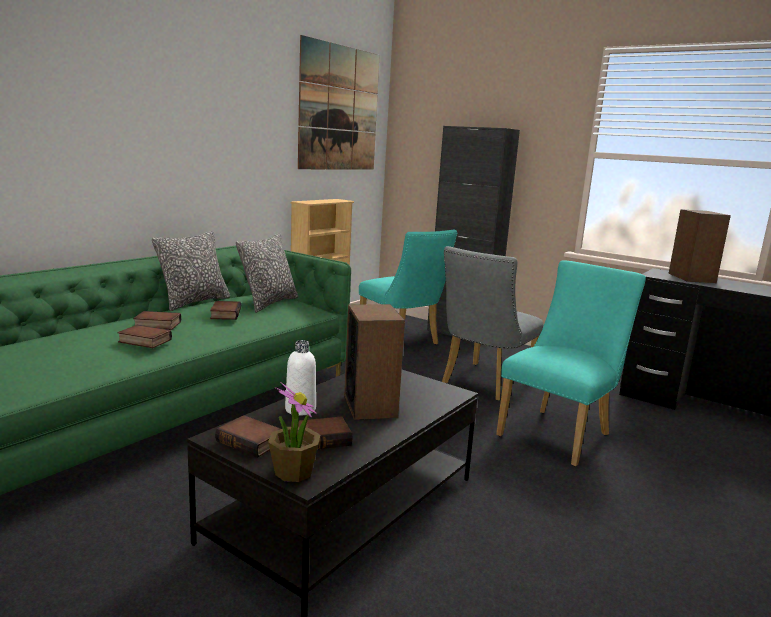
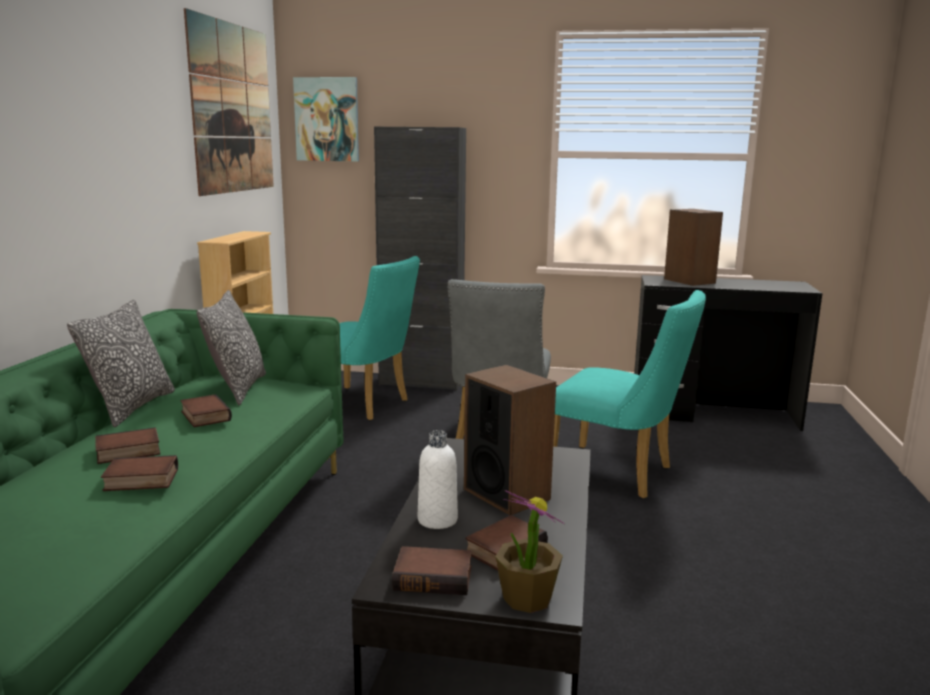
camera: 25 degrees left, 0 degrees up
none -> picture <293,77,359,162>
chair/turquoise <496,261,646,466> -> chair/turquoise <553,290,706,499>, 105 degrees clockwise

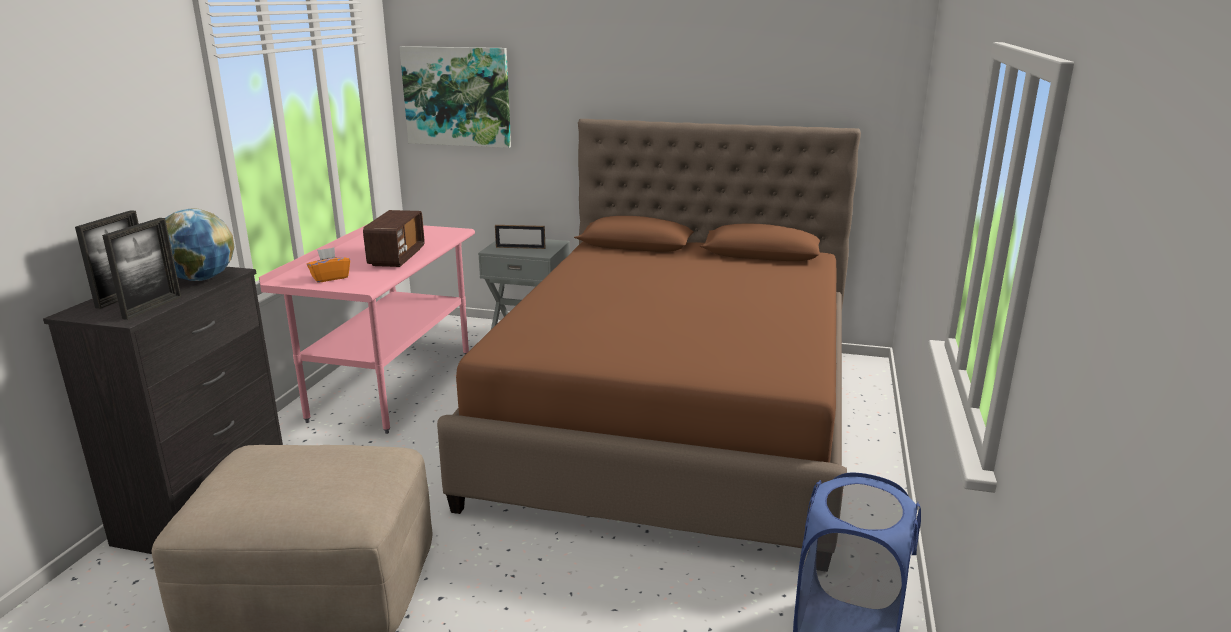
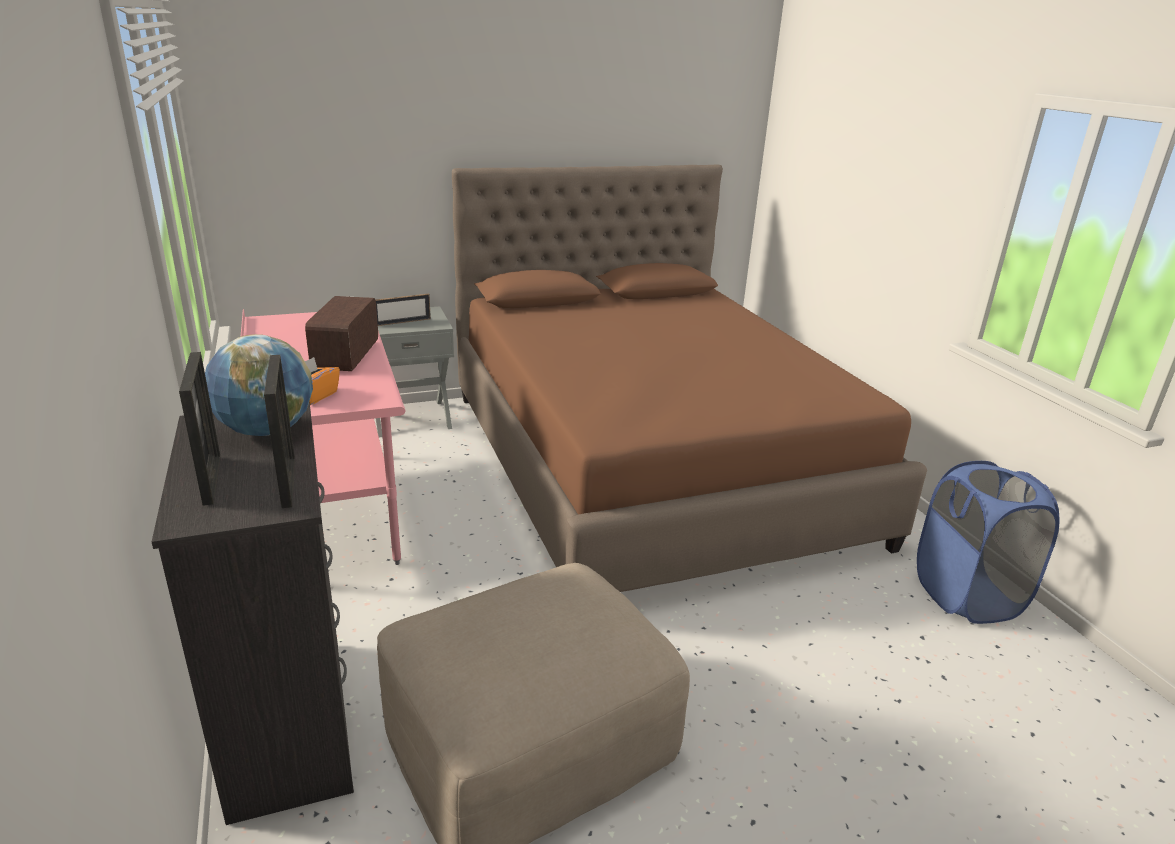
camera: 35 degrees left, 5 degrees up
picture <400,46,511,148> -> none
radio <363,210,425,267> -> radio <305,296,378,371>, 150 degrees counterclockwise

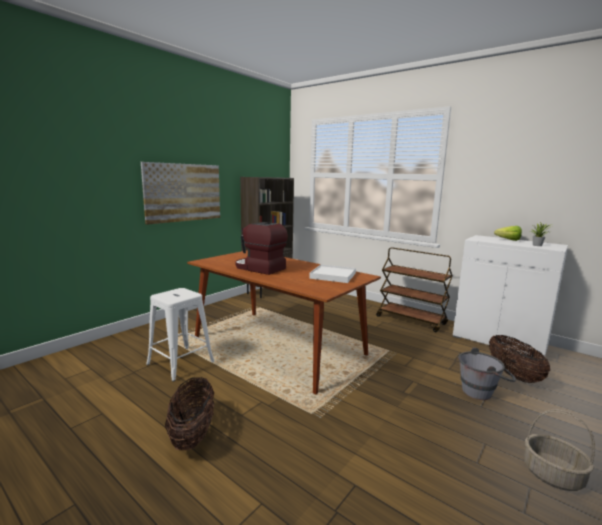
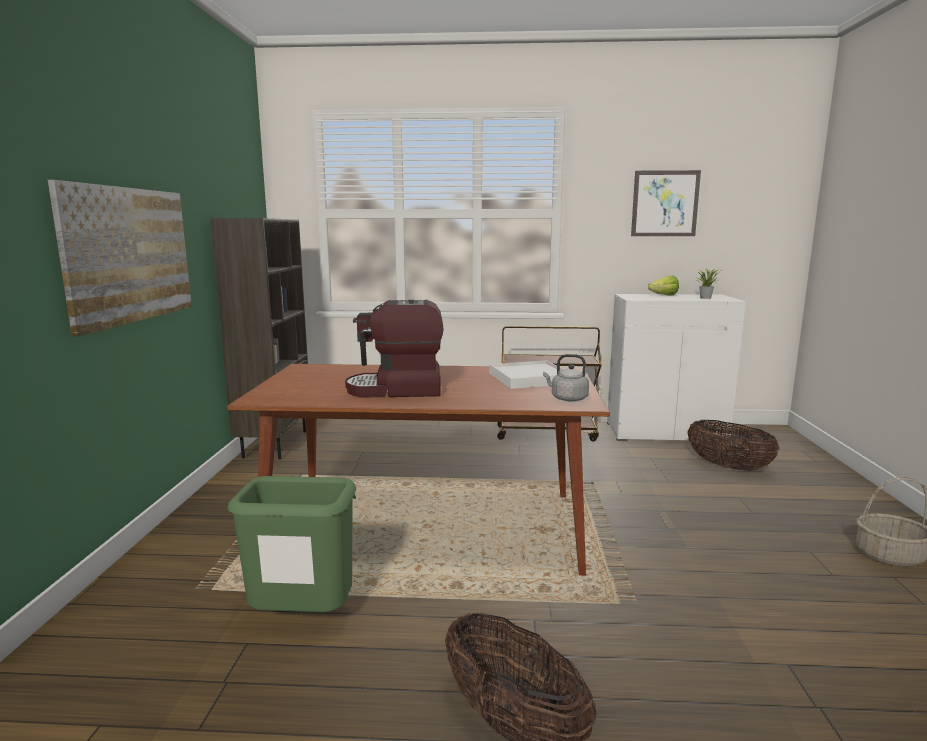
camera: 35 degrees left, 0 degrees up
bucket/grey <458,348,516,400> -> none
none -> kettle/grey <543,354,589,401>
none -> picture <631,170,701,236>
stool/white <146,288,215,382> -> trash can/green <228,476,356,612>

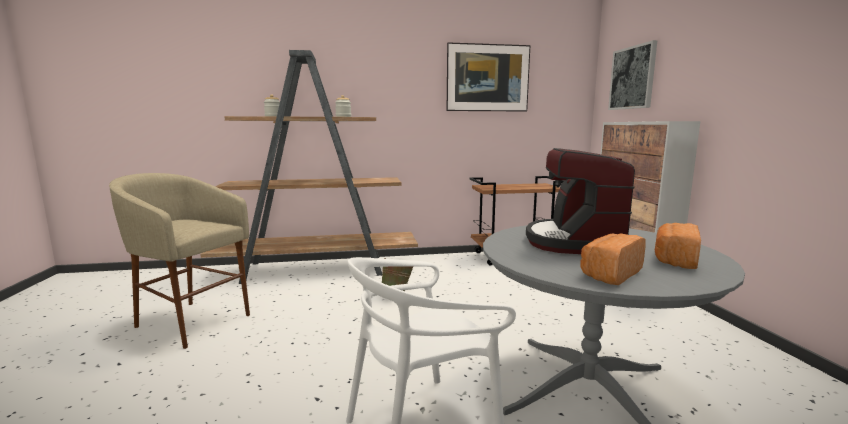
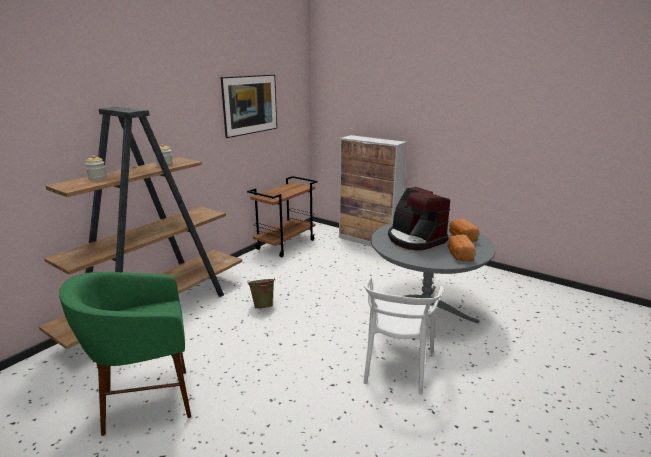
camera: 45 degrees left, 10 degrees up
picture <608,40,657,110> -> none
stool/beige <109,173,250,349> -> stool/green <59,272,191,436>

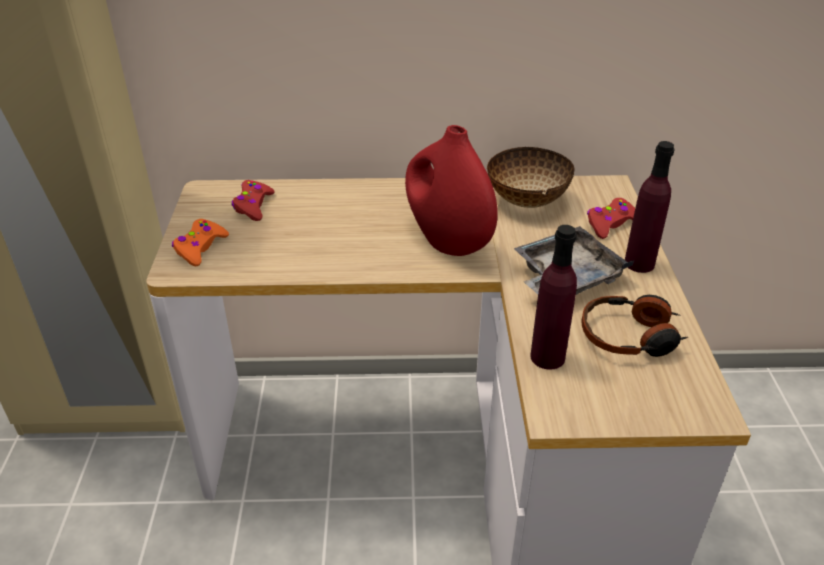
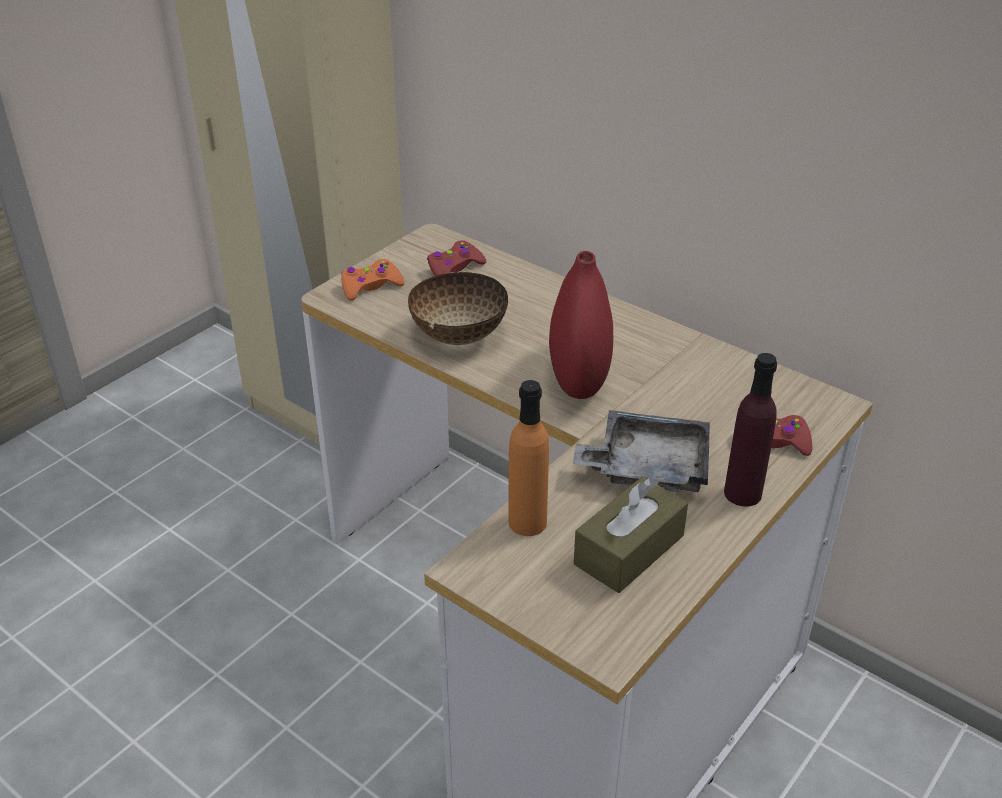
camera: 40 degrees right, 0 degrees up
bowl <487,147,574,208> -> bowl <408,272,508,345>, shifted
headphones <581,295,688,357> -> tissue box/brown <574,477,688,593>
bottle/purple <530,225,577,370> -> bottle/orange <509,380,549,536>

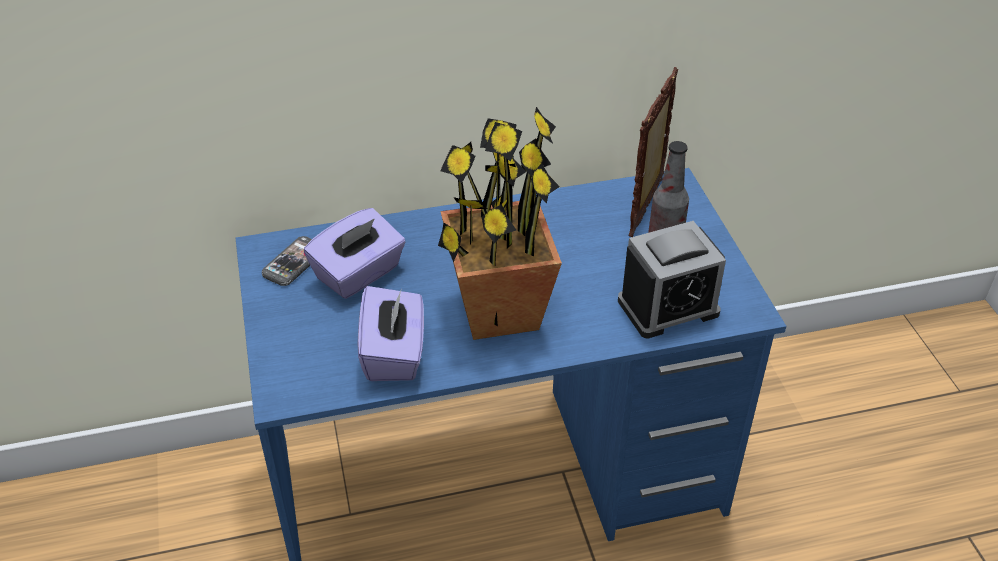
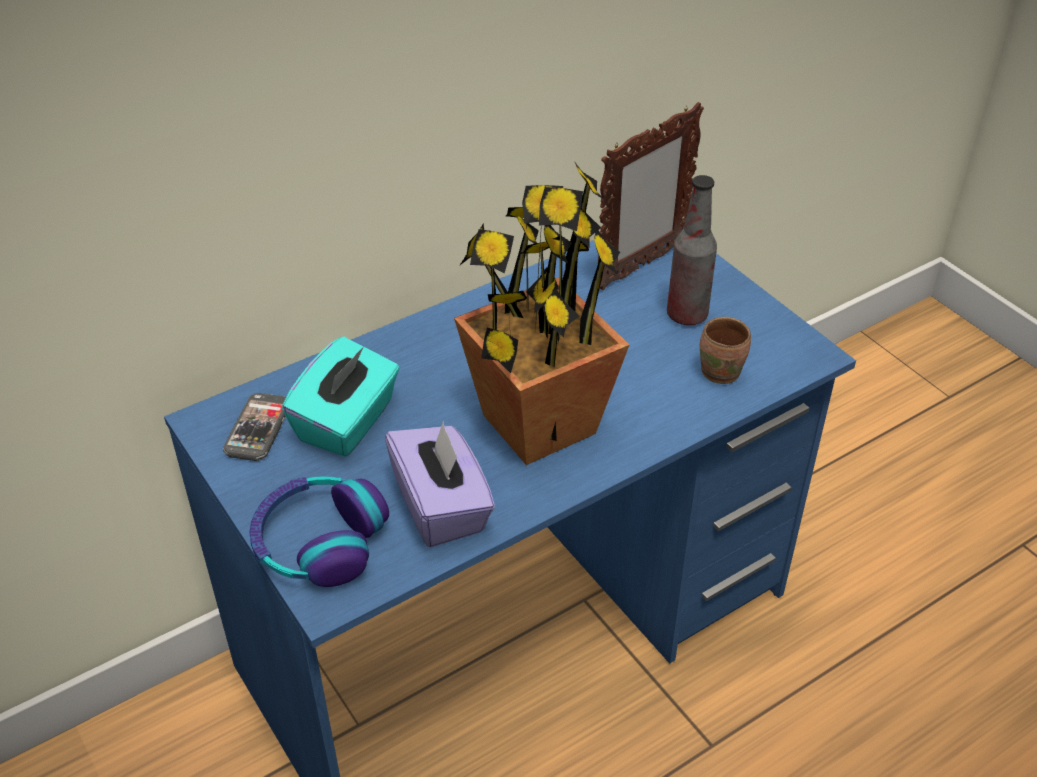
camera: 20 degrees left, 0 degrees up
none -> headphones <249,476,389,587>
alarm clock <618,221,726,339> -> mug/brown <700,317,751,384>
tissue box/purple <304,208,406,299> -> tissue box/turquoise <282,336,399,457>
picture frame <629,67,678,237> -> picture frame <598,102,704,290>, 135 degrees counterclockwise

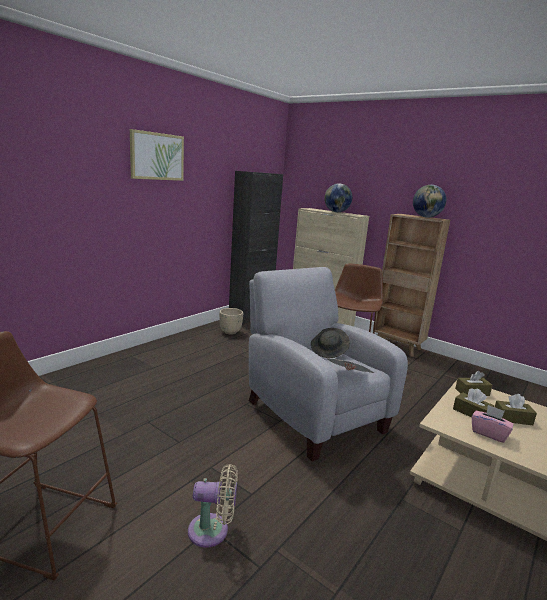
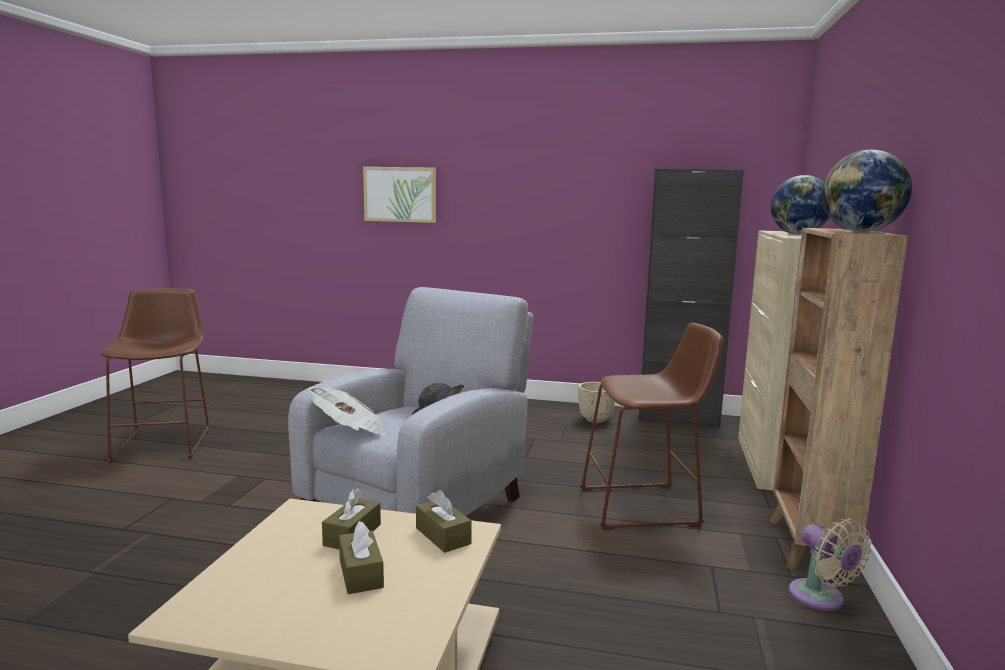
camera: 65 degrees right, 5 degrees down
tissue box/pink <472,405,513,443> -> none
picture <130,129,184,181> -> picture <363,167,436,223>, shifted
fan/beige <188,464,238,548> -> fan/beige <789,519,871,611>, shifted

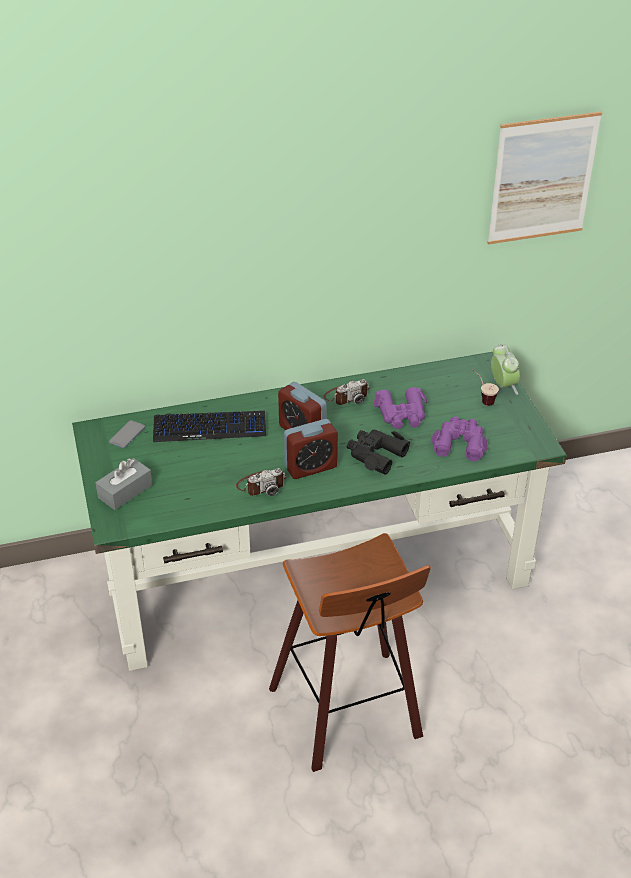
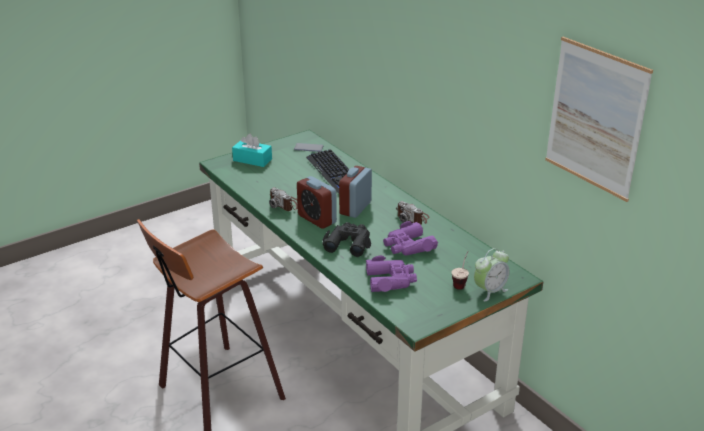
camera: 70 degrees right, 10 degrees down
tissue box/grey <95,458,152,510> -> tissue box/turquoise <232,134,272,167>

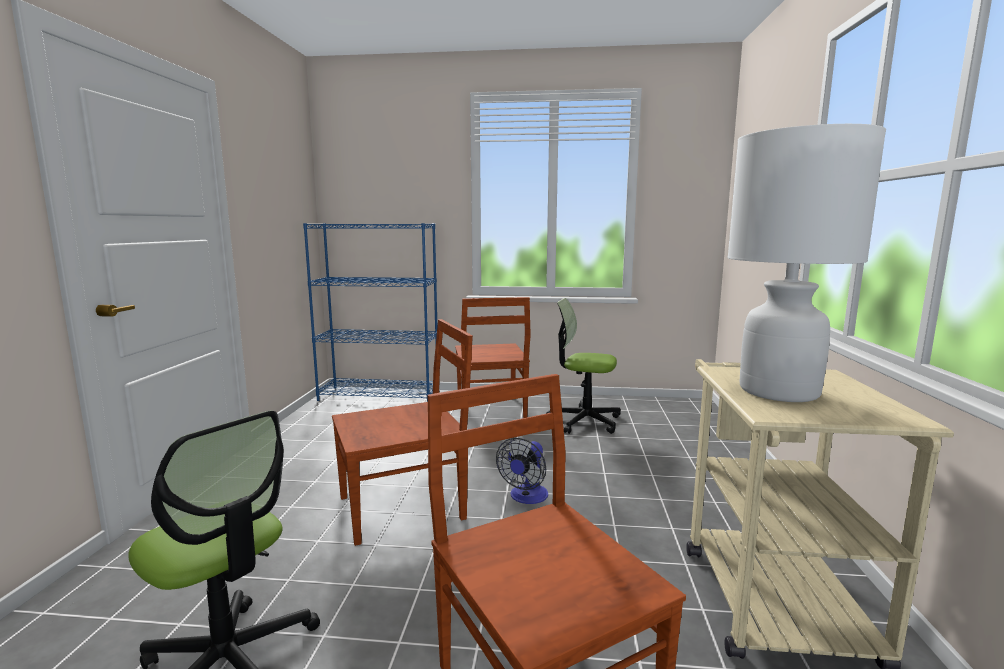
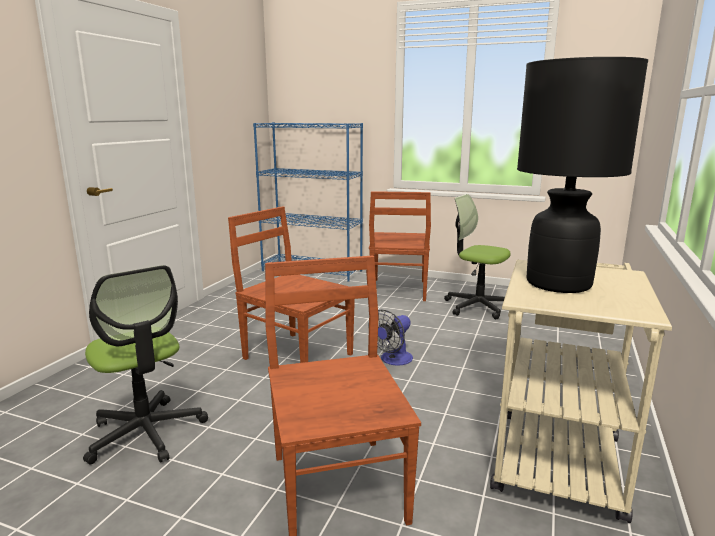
camera: 15 degrees right, 5 degrees up
table lamp/white <727,124,886,402> -> table lamp/black <517,57,648,293>
chair/brown <332,319,473,546> -> chair/brown <228,206,355,363>, 135 degrees counterclockwise

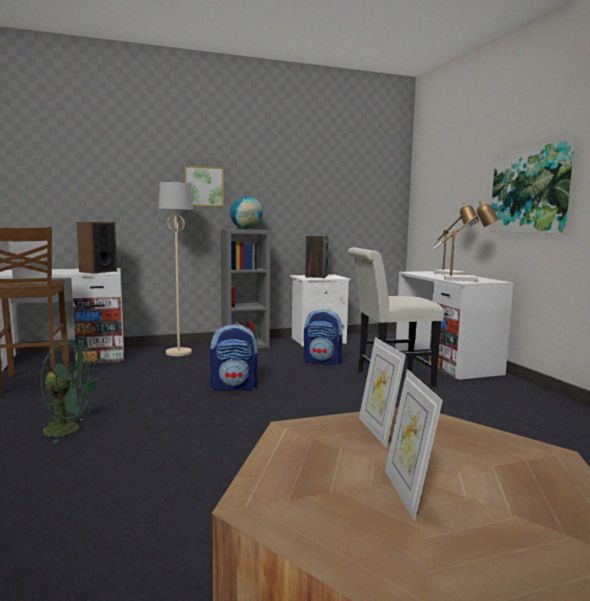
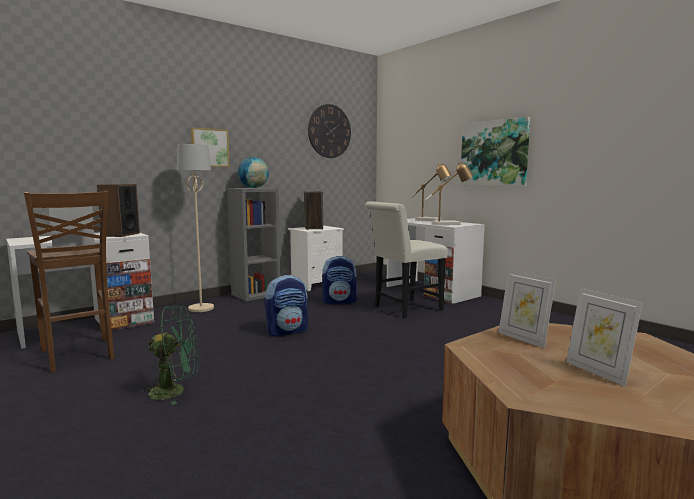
camera: 20 degrees left, 0 degrees up
none -> wall clock <308,104,351,158>

